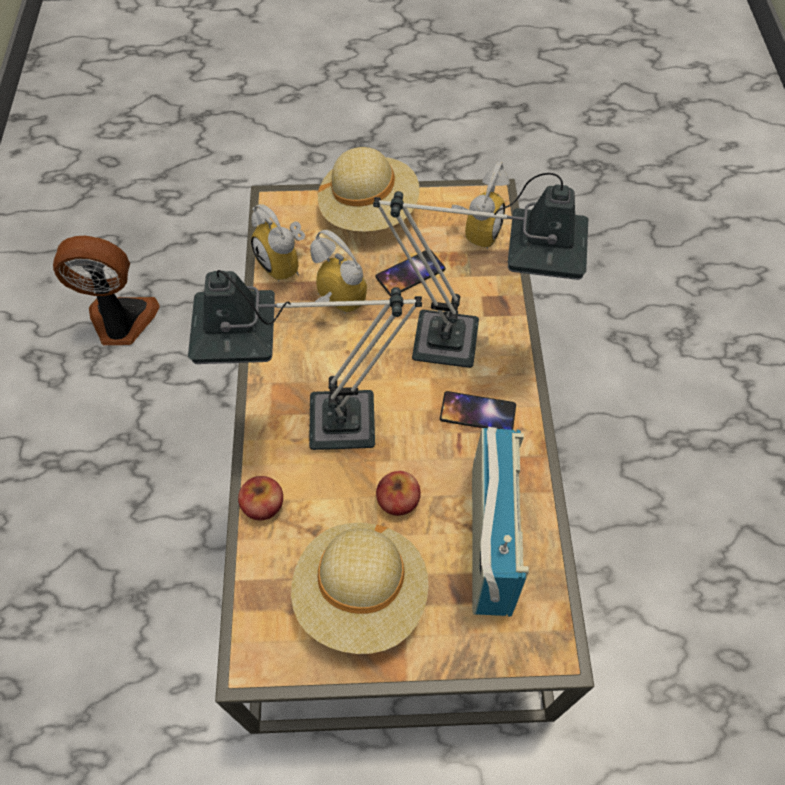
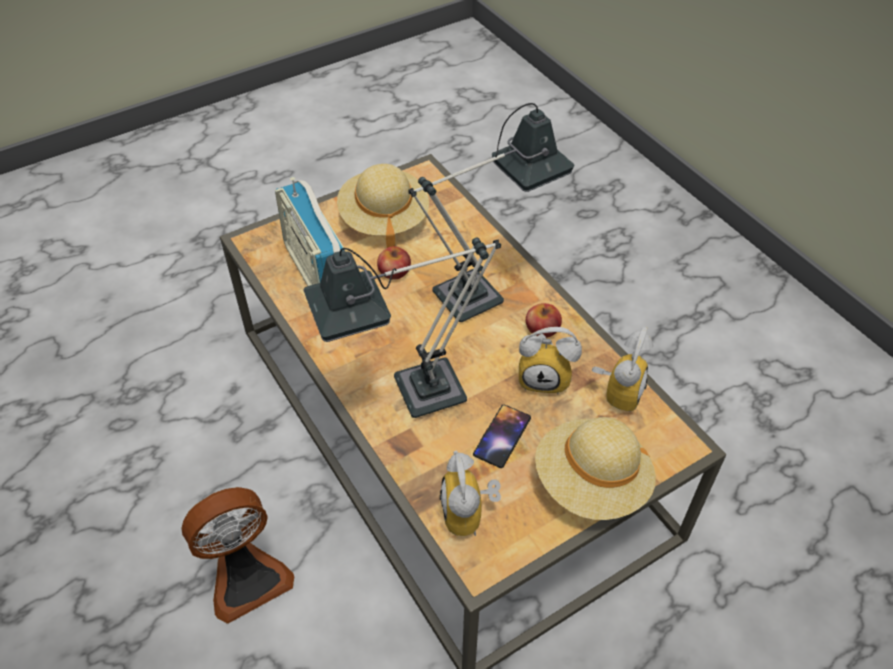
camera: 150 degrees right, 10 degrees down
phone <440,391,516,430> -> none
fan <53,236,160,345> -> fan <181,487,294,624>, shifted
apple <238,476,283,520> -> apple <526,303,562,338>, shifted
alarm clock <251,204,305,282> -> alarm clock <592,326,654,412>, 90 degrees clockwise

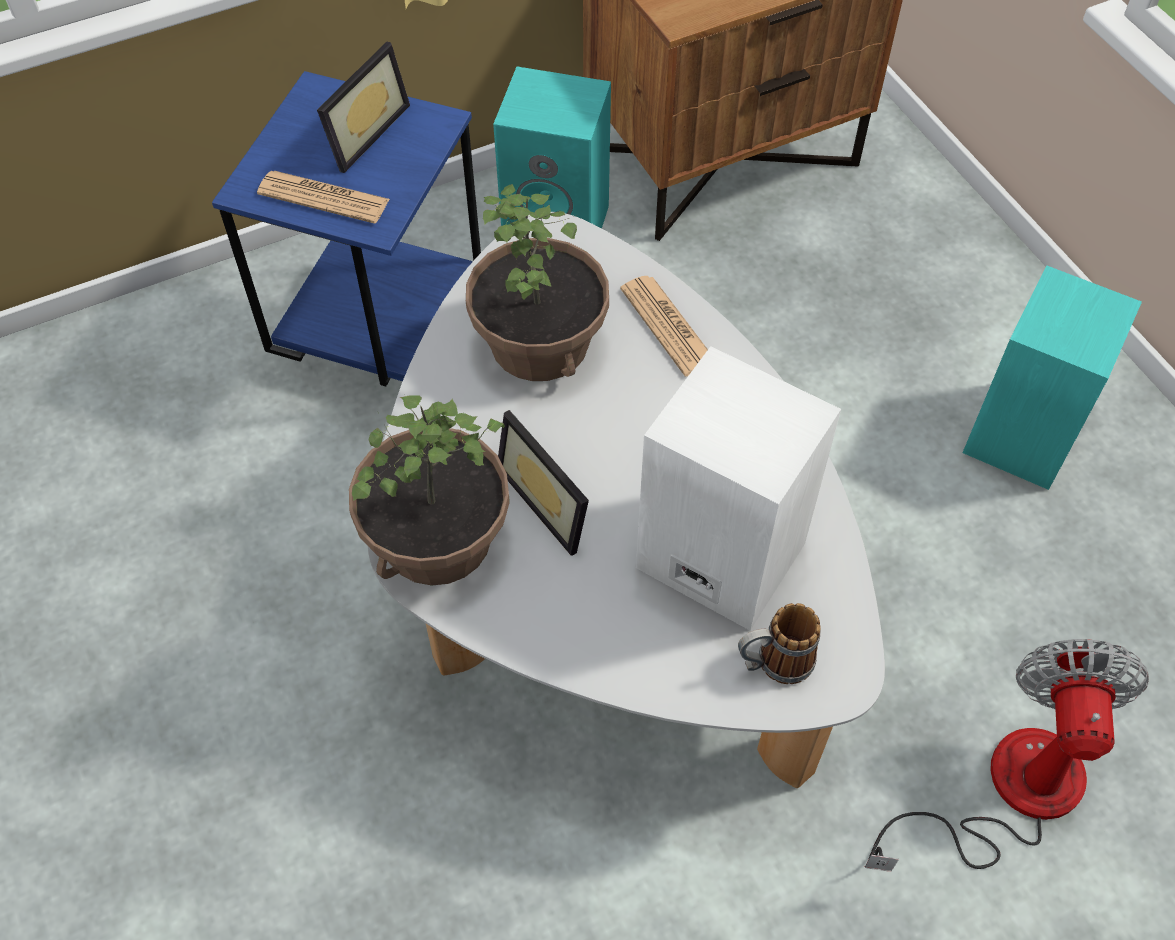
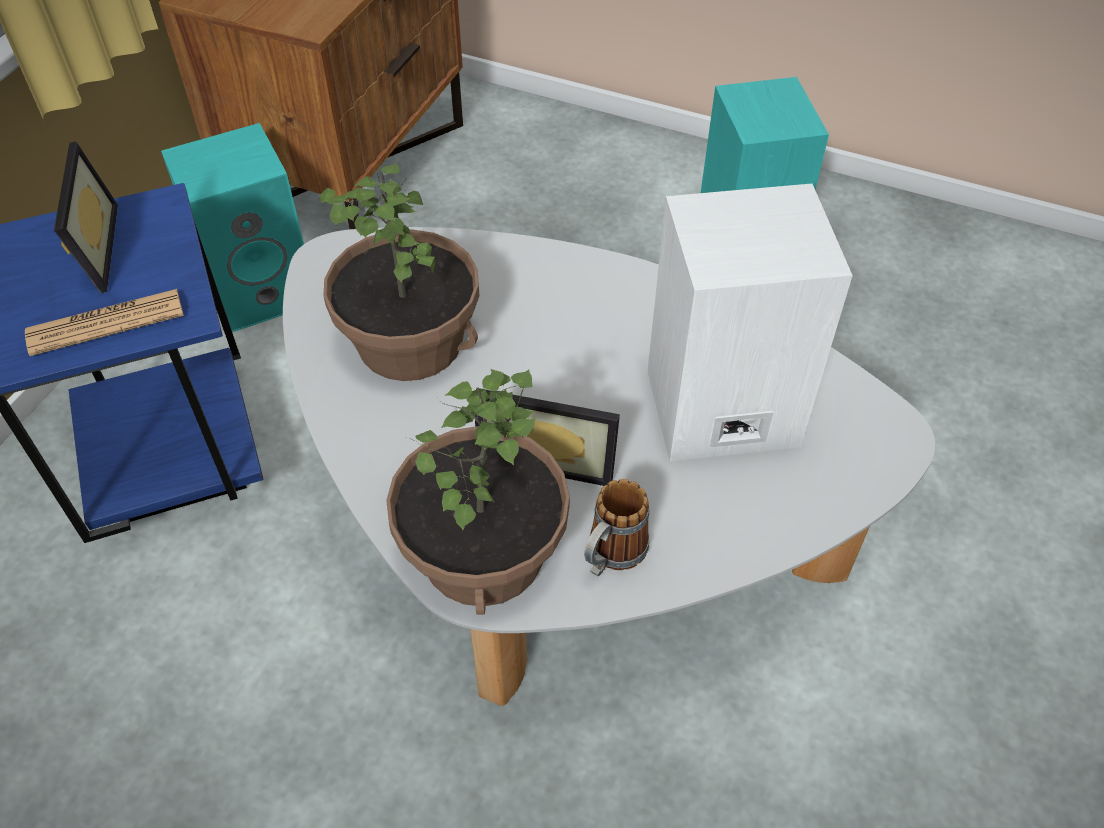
camera: 40 degrees left, 5 degrees down
newspaper <620,276,708,377> -> none
fan <864,639,1149,872> -> none
mug <738,603,821,684> -> mug <584,479,649,576>, shifted

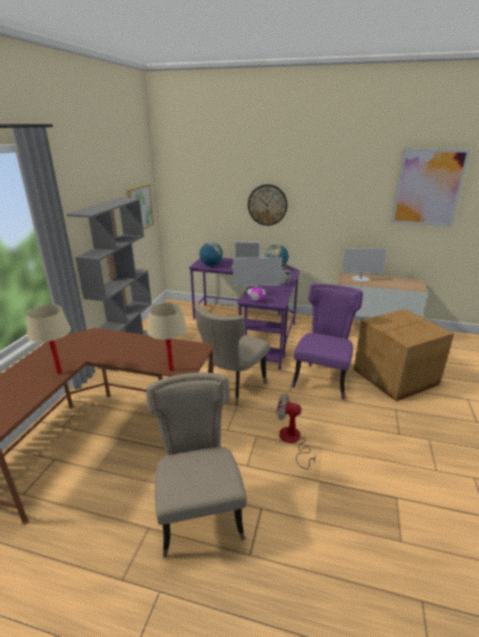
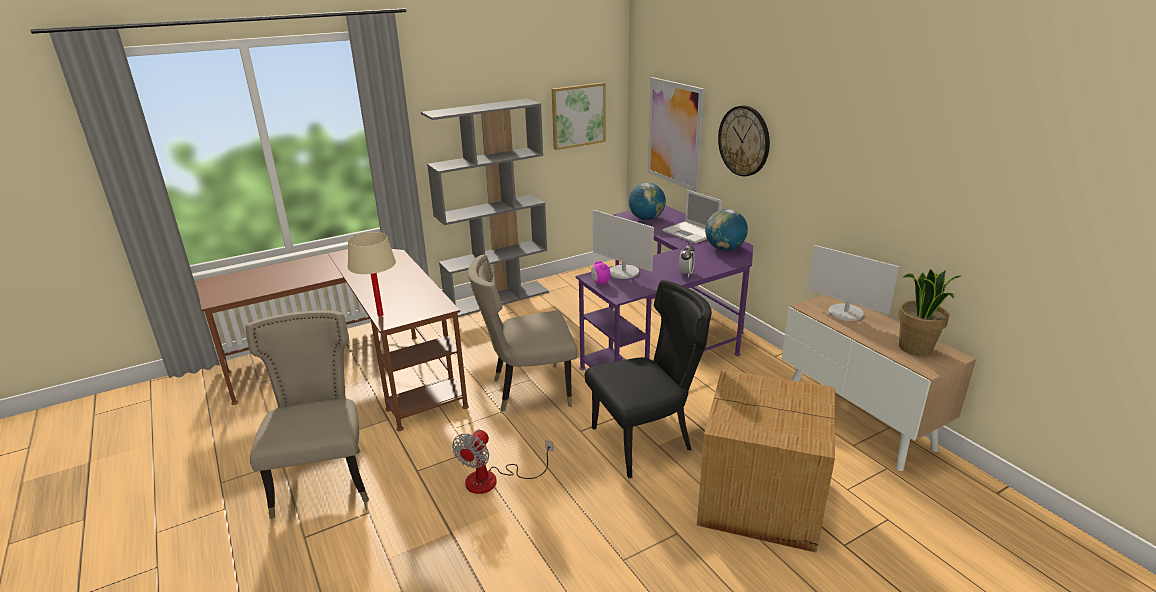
camera: 45 degrees right, 0 degrees up
table lamp/beige <26,305,71,374> -> none
none -> potted plant <898,269,962,356>
picture <390,148,471,227> -> picture <648,77,705,192>, shifted
chair/purple <292,283,363,400> -> chair/black <585,280,712,478>
chair/beige <146,372,247,558> -> chair/beige <245,310,369,519>, 45 degrees counterclockwise
fan <277,394,316,469> -> fan <452,429,553,494>, 135 degrees counterclockwise

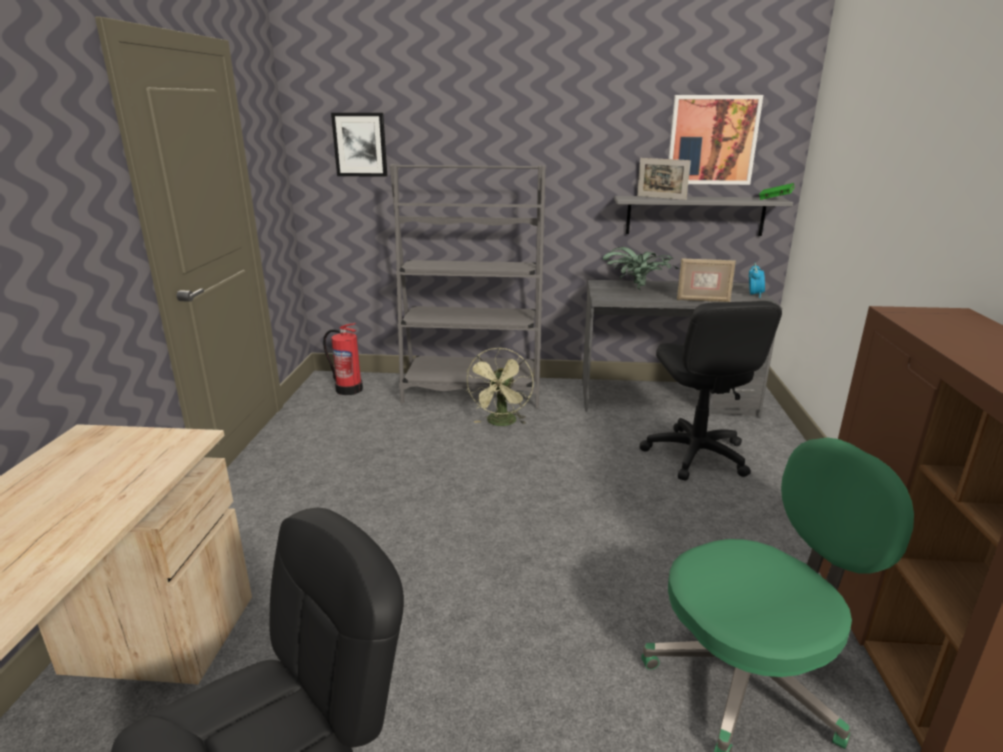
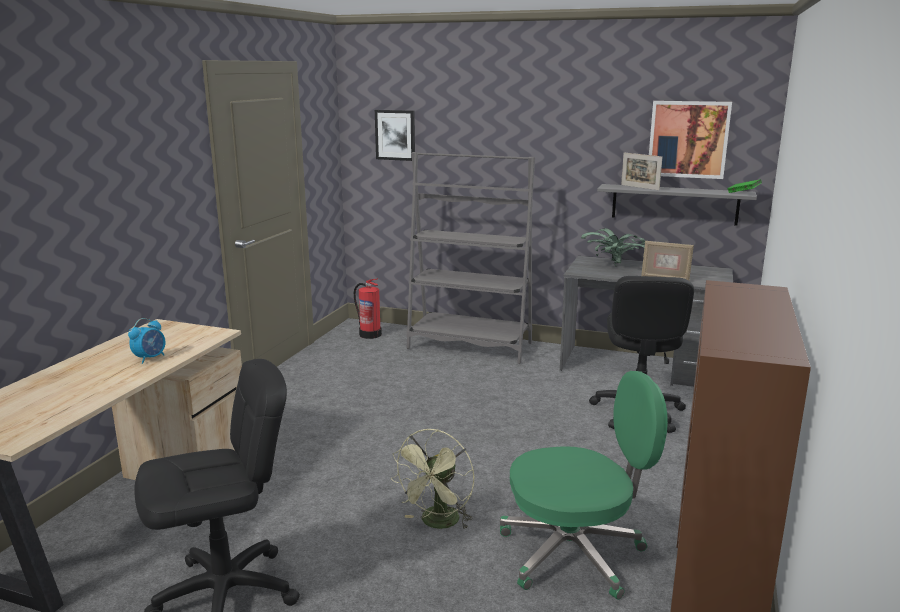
camera: 15 degrees right, 5 degrees down
fan/green <466,347,533,426> -> fan/green <391,429,474,530>, shifted
alarm clock <749,263,765,298> -> alarm clock <128,318,165,364>, shifted

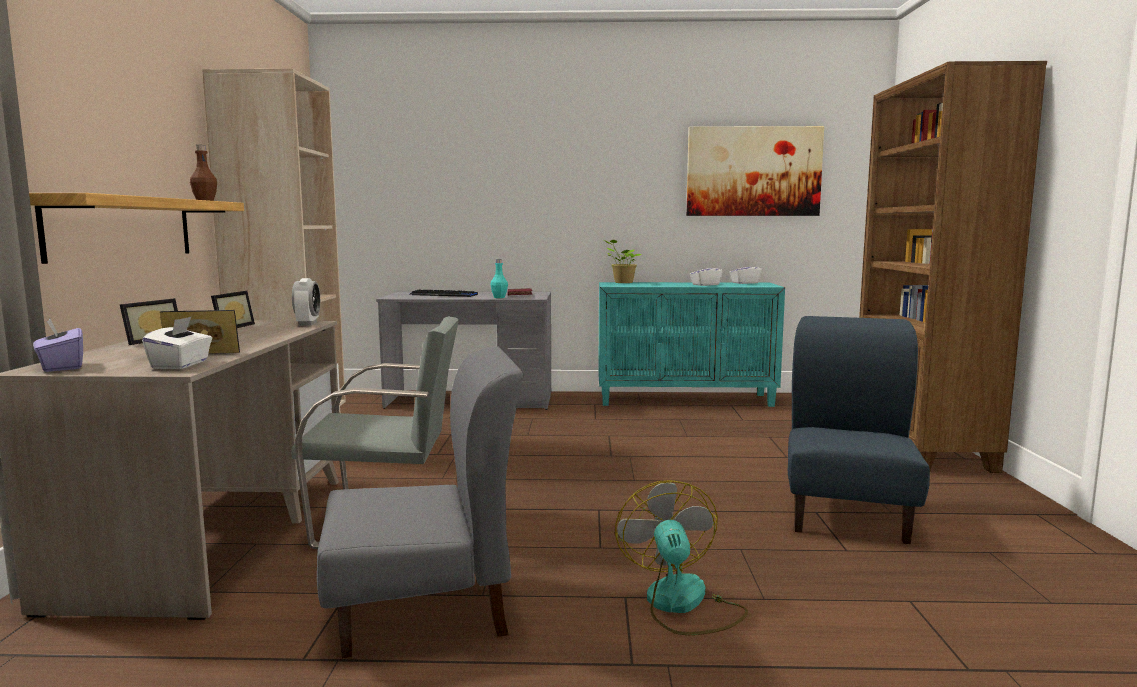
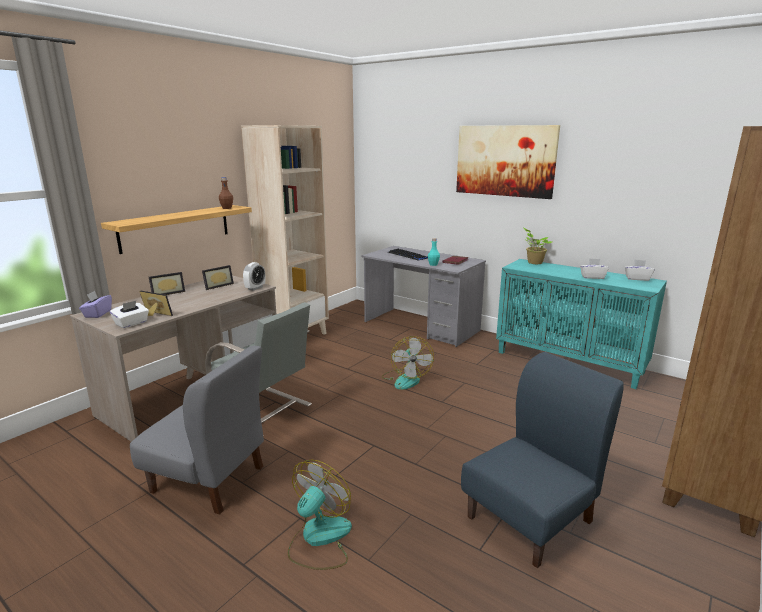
camera: 35 degrees right, 10 degrees up
none -> fan <382,336,434,390>
picture <686,126,824,216> -> picture <456,125,560,199>, shifted

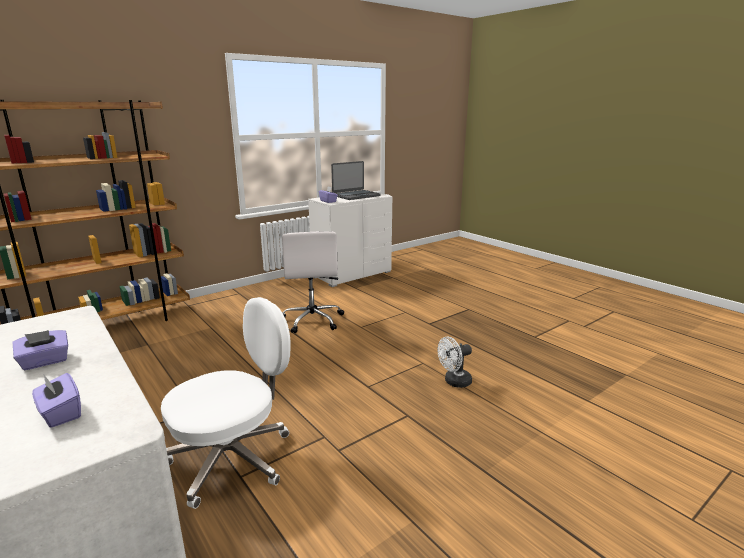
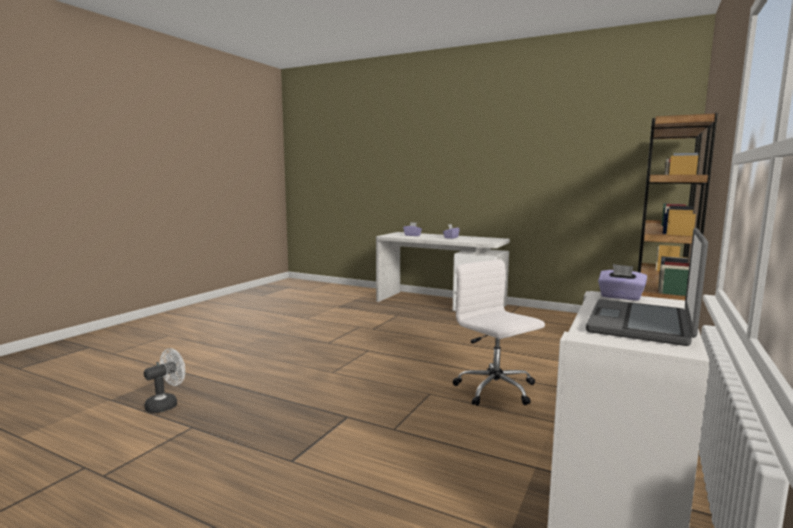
camera: 155 degrees right, 10 degrees down
office chair/white <161,297,290,509> -> none
fan/white <437,337,472,388> -> fan/white <144,348,185,413>, shifted

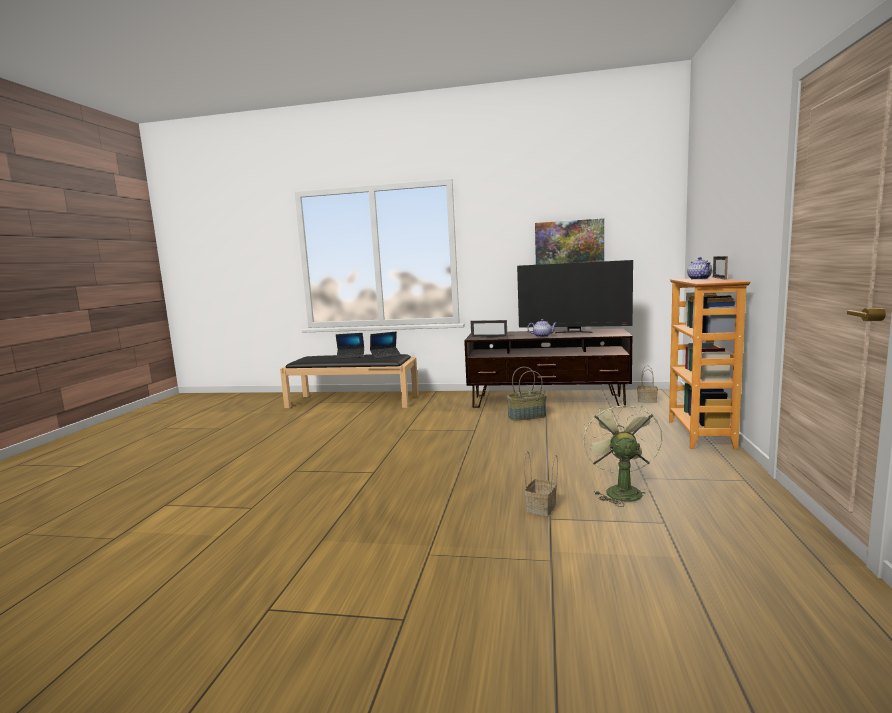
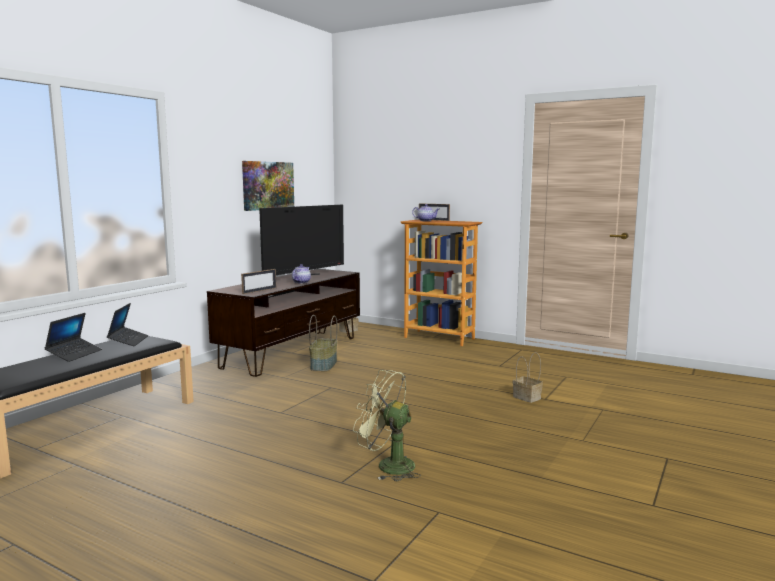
camera: 70 degrees left, 0 degrees up
fan/green <583,400,662,507> -> fan/green <353,370,421,482>, shifted

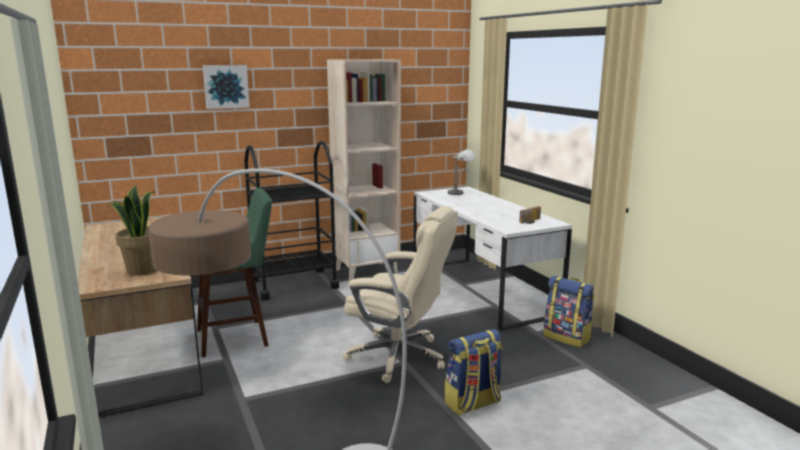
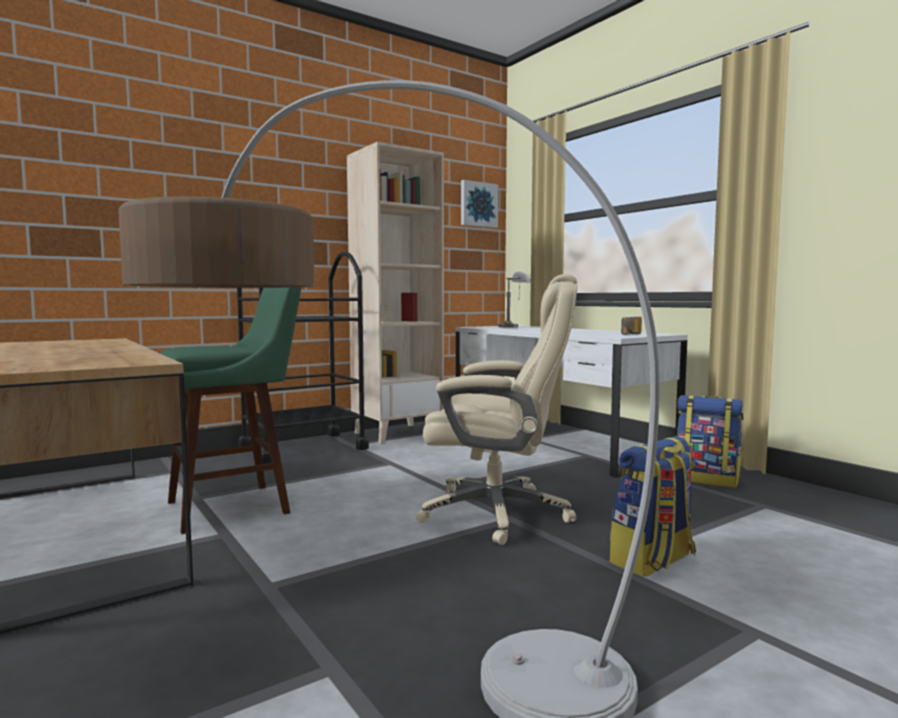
camera: 10 degrees left, 10 degrees down
potted plant <109,185,157,276> -> none
picture <203,65,250,109> -> picture <461,180,498,228>, shifted

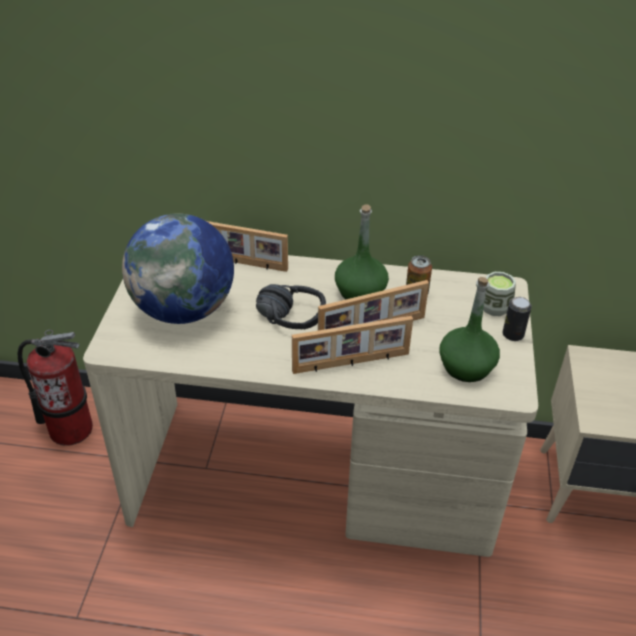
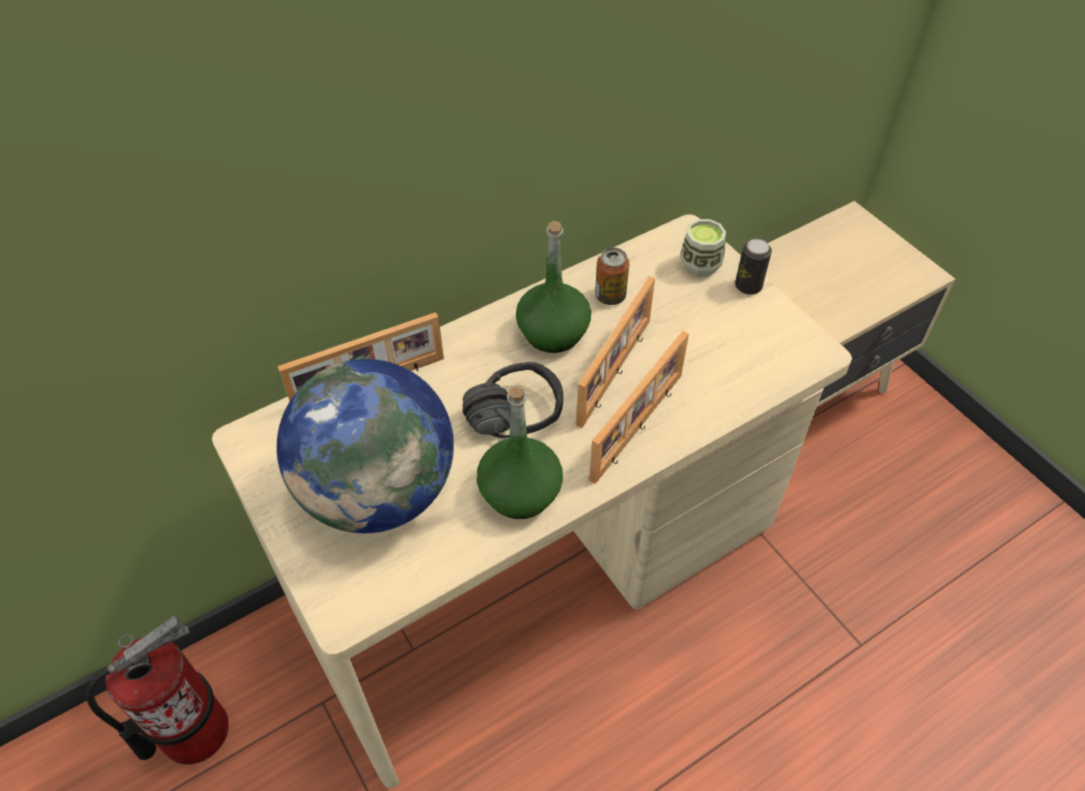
camera: 40 degrees left, 10 degrees up
bottle/green <439,277,500,382> -> bottle/green <477,387,563,519>, shifted

